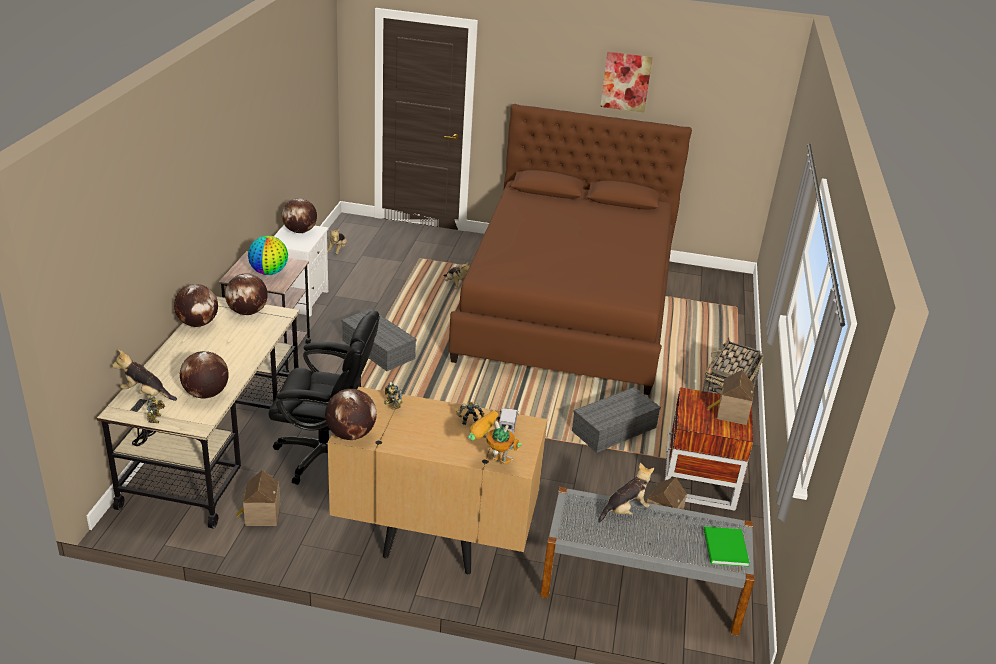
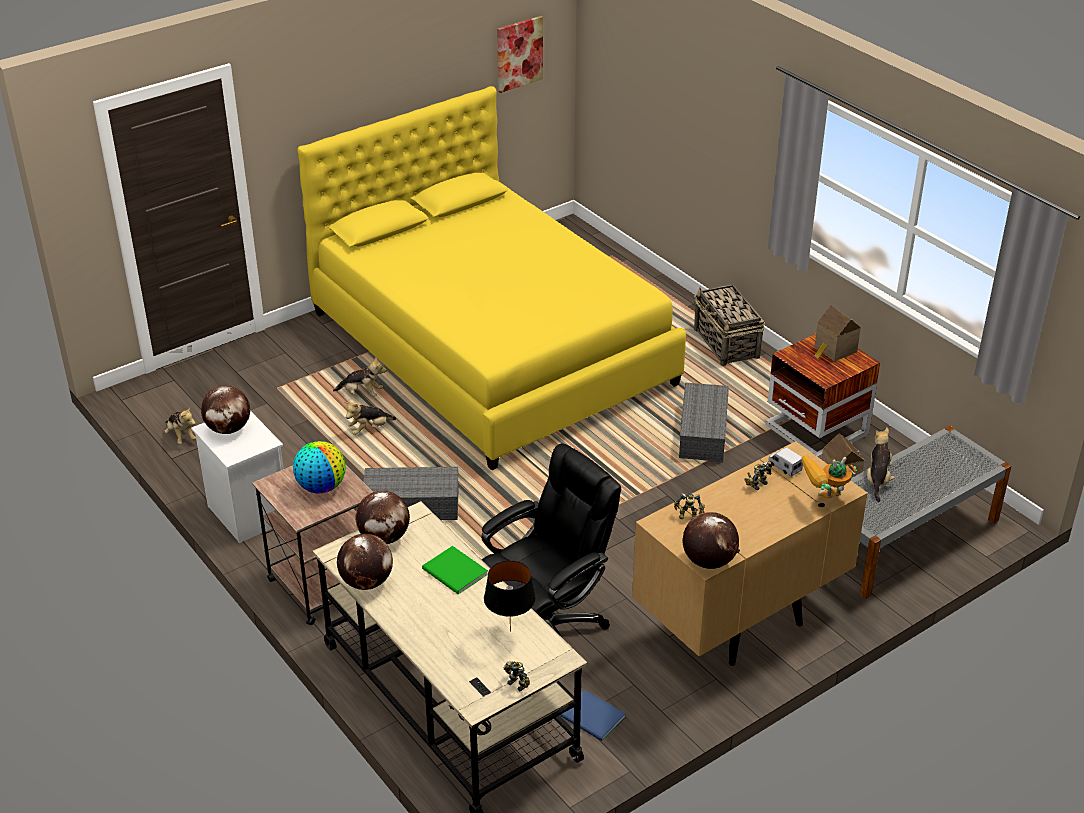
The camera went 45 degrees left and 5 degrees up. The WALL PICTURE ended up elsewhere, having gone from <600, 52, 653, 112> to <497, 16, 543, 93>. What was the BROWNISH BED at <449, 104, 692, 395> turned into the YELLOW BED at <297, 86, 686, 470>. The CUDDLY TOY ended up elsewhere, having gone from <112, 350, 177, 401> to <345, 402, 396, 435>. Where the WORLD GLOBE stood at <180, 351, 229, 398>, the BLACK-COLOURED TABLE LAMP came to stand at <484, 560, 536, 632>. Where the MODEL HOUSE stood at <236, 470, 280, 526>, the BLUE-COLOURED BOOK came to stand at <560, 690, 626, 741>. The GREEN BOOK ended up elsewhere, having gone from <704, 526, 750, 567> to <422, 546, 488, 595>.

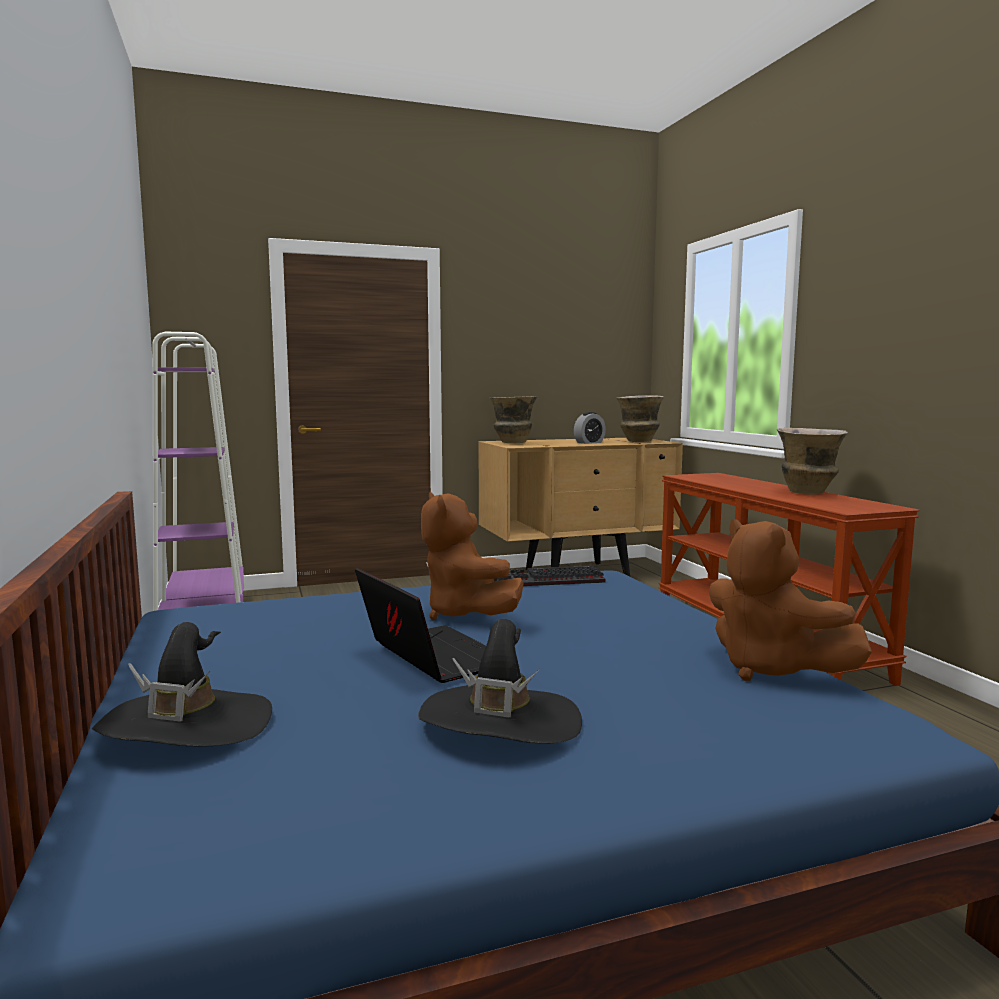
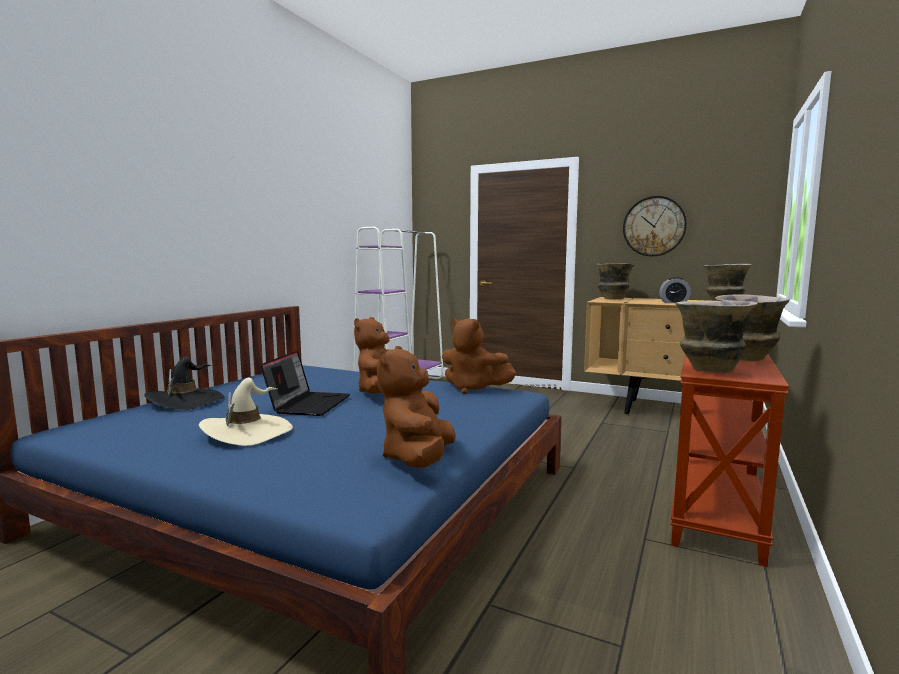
The camera went 45 degrees right and 0 degrees up. Where the PC KEYBOARD stood at <494, 566, 606, 586>, the BROWNISH CUDDLY TOY came to stand at <442, 318, 516, 394>. What was the BLACK-COLOURED WEARABLE HAT at <418, 619, 582, 744> turned into the SAND-COLOURED WEARABLE HAT at <199, 378, 293, 446>. The second view gained the WALL CLOCK at <623, 196, 687, 256>. The second view gained the VASE at <675, 300, 758, 373>.

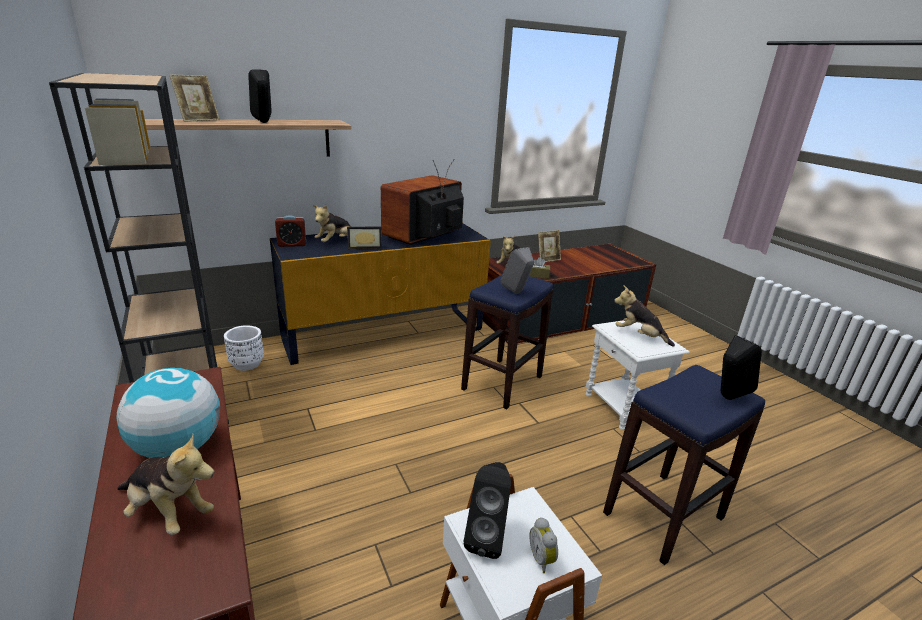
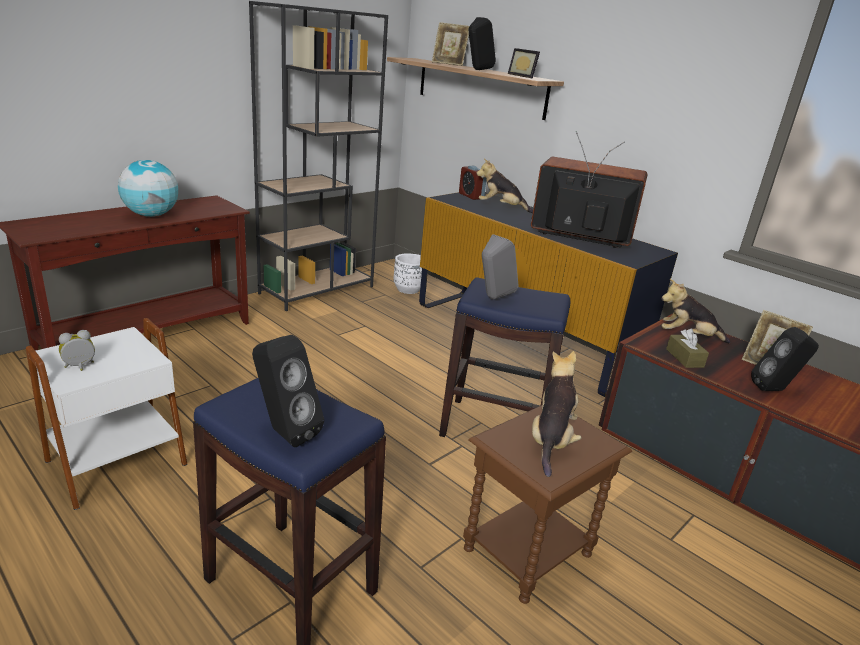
The camera went 70 degrees right and 0 degrees up. The STANDING FRAME ended up elsewhere, having gone from <347, 226, 382, 249> to <508, 48, 540, 79>. What was the WHITE-COLOURED SIDE TABLE at <586, 320, 690, 430> turned into the BROWNISH SIDE TABLE at <463, 405, 632, 604>. The second view lost the CUDDLY TOY at <117, 434, 215, 535>. The BLACK-COLOURED LOUDSPEAKER ended up elsewhere, having gone from <464, 462, 511, 559> to <751, 327, 819, 391>.

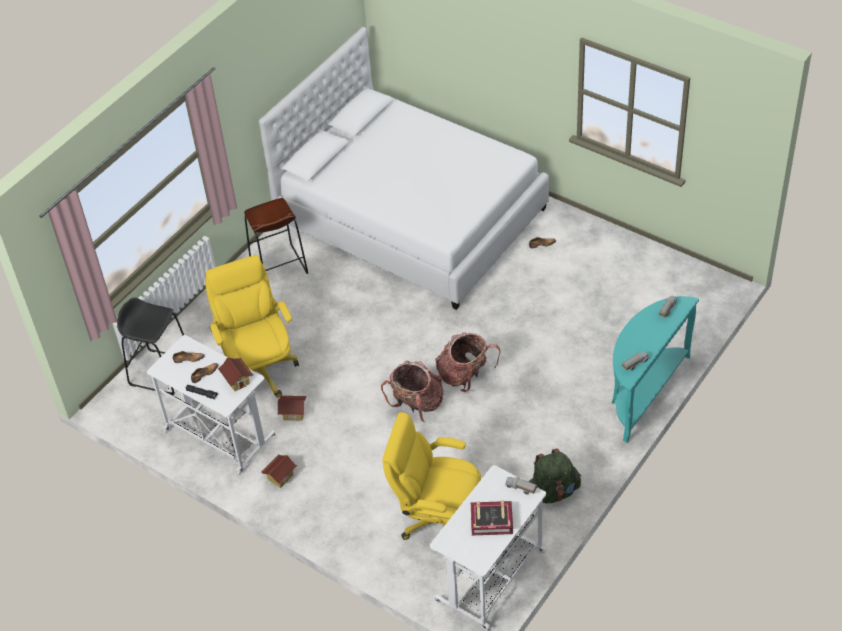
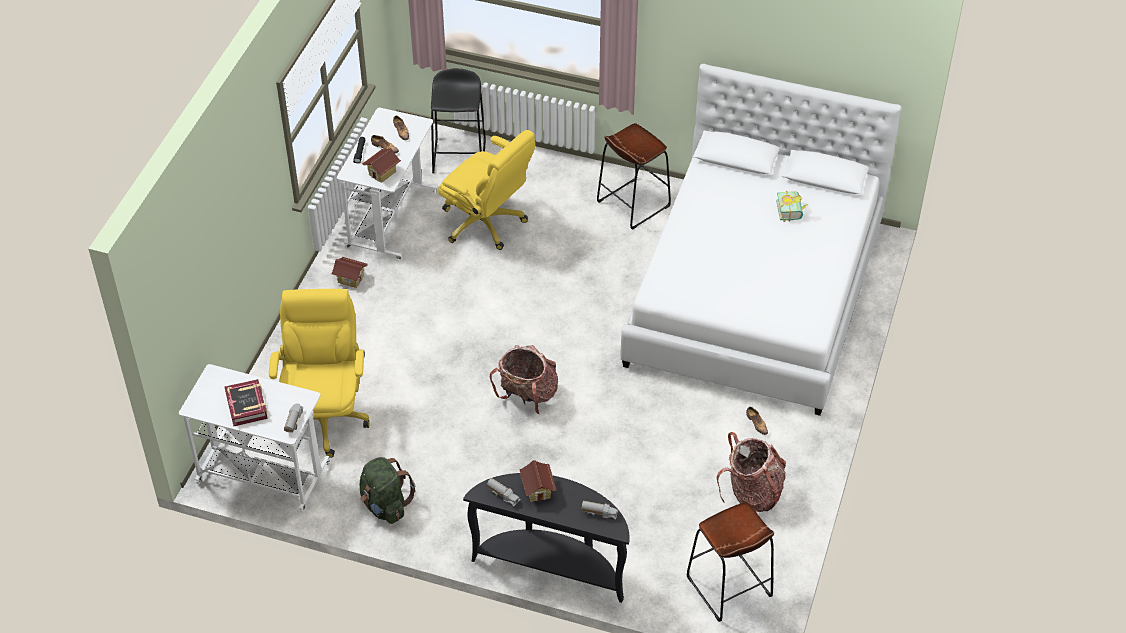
The camera went 70 degrees right and 0 degrees up. The YELLOW OFFICE CHAIR at <206, 255, 299, 398> ended up facing another way, 75 degrees clockwise from before. What was the TURQUOISE-COLOURED NARROW TABLE at <612, 296, 699, 443> turned into the BLACK-COLOURED NARROW TABLE at <463, 473, 630, 603>. The KNAPSACK ended up elsewhere, having gone from <381, 361, 443, 422> to <716, 432, 786, 512>. The MODEL HOUSE ended up elsewhere, having gone from <277, 396, 306, 420> to <519, 460, 556, 502>. The second view gained the BOOK at <776, 190, 808, 222>. The second view gained the BROWNISH SITTING STOOL at <686, 502, 774, 622>.

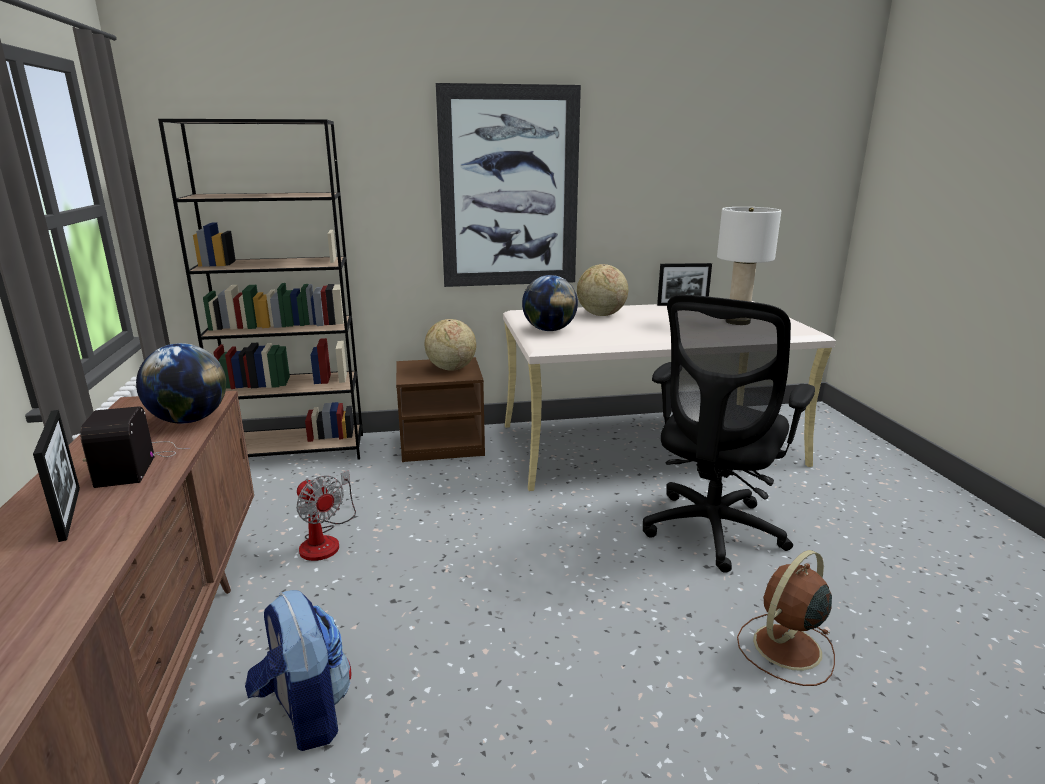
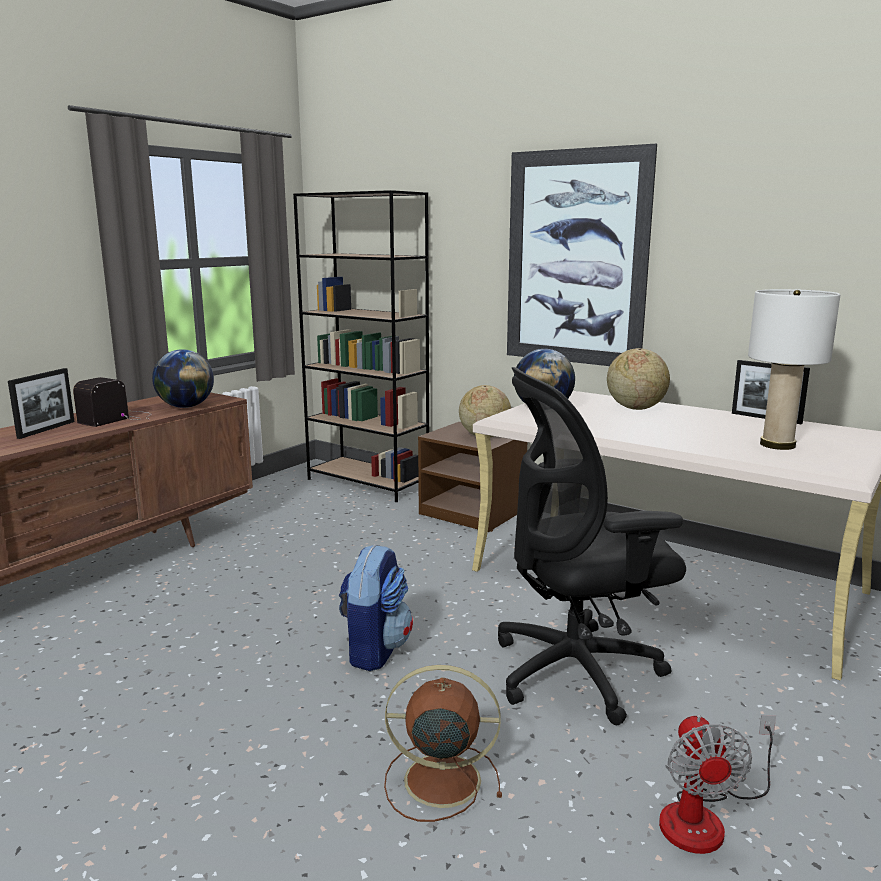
The camera went 45 degrees right and 5 degrees down. The COOLING FAN ended up elsewhere, having gone from <296, 470, 356, 561> to <659, 714, 776, 854>. The KNAPSACK ended up elsewhere, having gone from <245, 590, 351, 751> to <339, 544, 413, 671>.

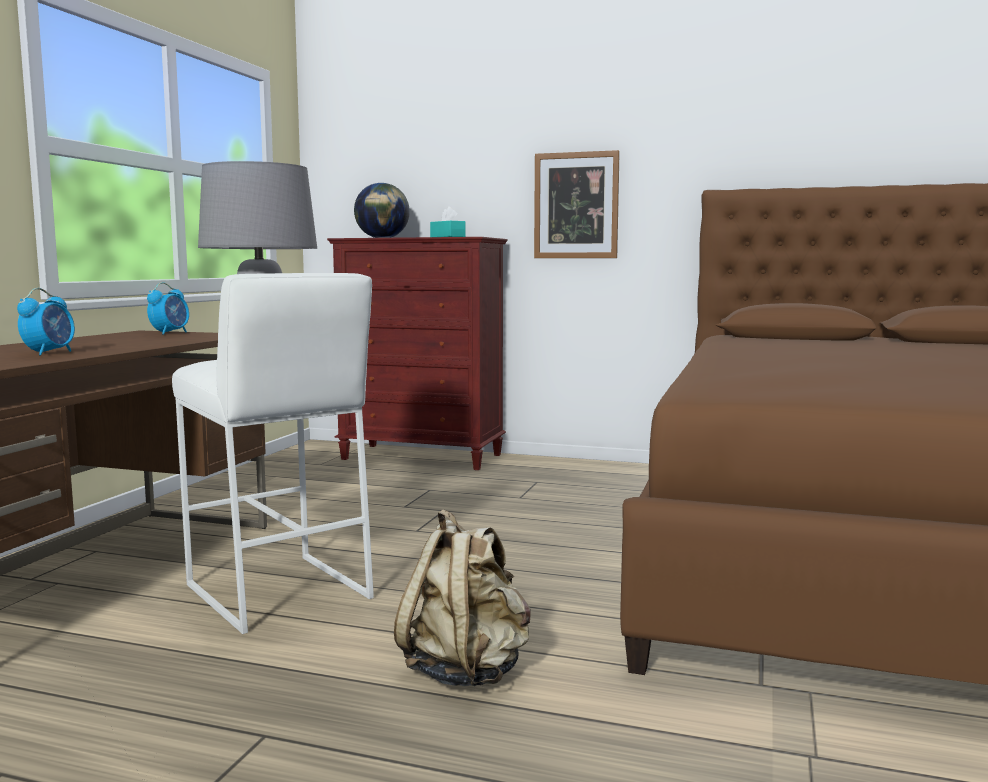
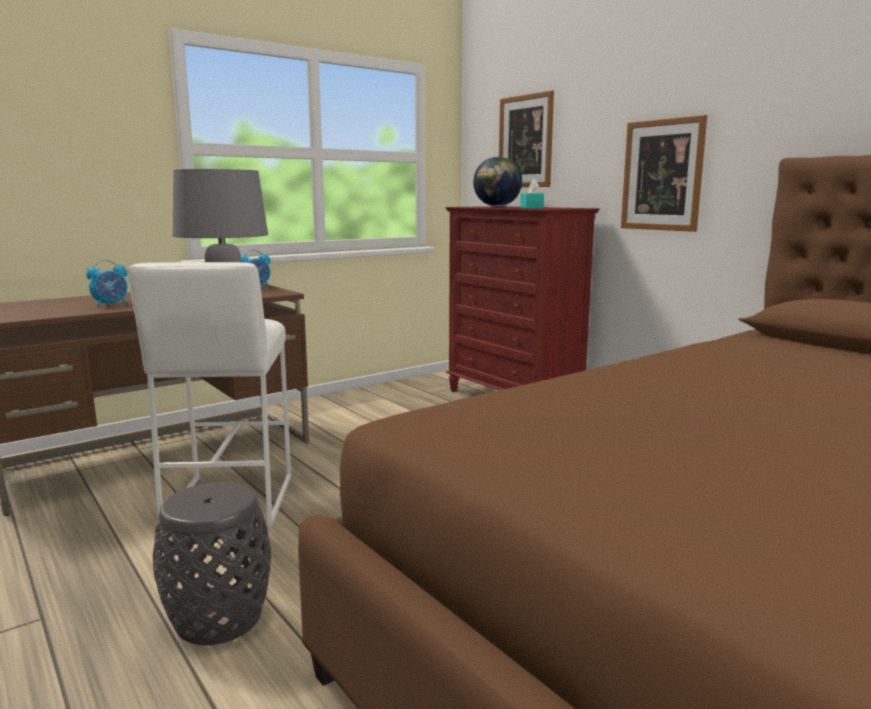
The camera went 35 degrees right and 5 degrees up. Where the SAND-COLOURED KNAPSACK stood at <394, 509, 531, 687>, the GREY SITTING STOOL came to stand at <153, 482, 271, 645>. The second view gained the WALL PICTURE at <499, 90, 554, 187>.

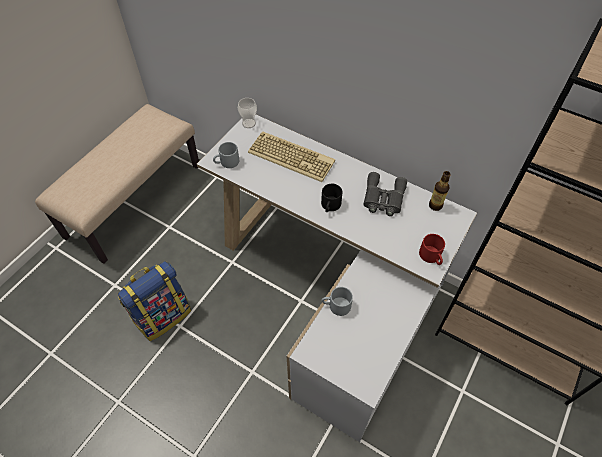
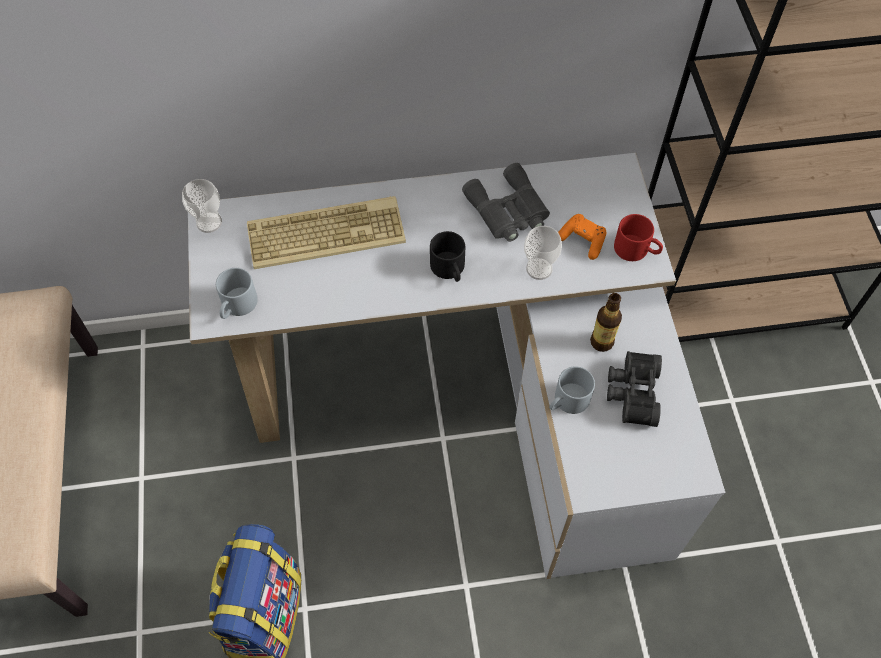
The camera went 40 degrees left and 5 degrees up. The BOTTLE ended up elsewhere, having gone from <429, 171, 451, 211> to <590, 293, 622, 352>. The second view gained the ORANGE JOYPAD at <558, 214, 606, 260>. The second view gained the DRINKING CUP at <524, 226, 562, 280>. The second view gained the BLACK-COLOURED BINOCULARS at <607, 351, 662, 427>.

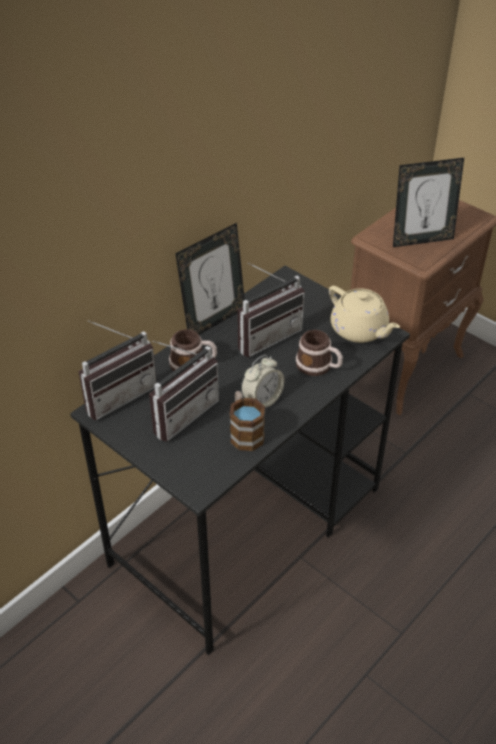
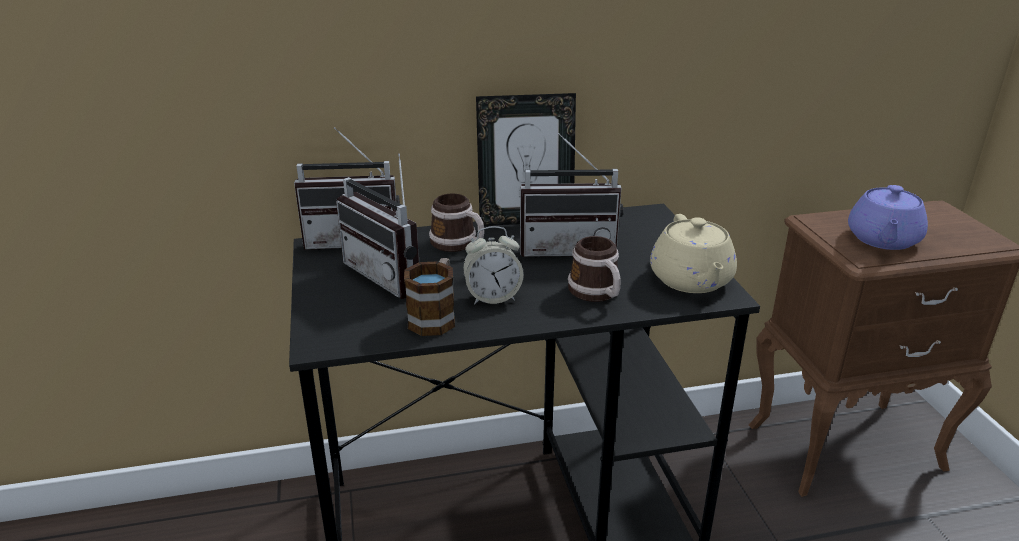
The camera went 35 degrees right and 15 degrees down. Where the STANDING FRAME stood at <393, 158, 464, 247>, the PURPLE-COLOURED TEA POT came to stand at <848, 185, 928, 250>. The RADIO at <149, 341, 219, 442> ended up facing another way, 60 degrees clockwise from before.

